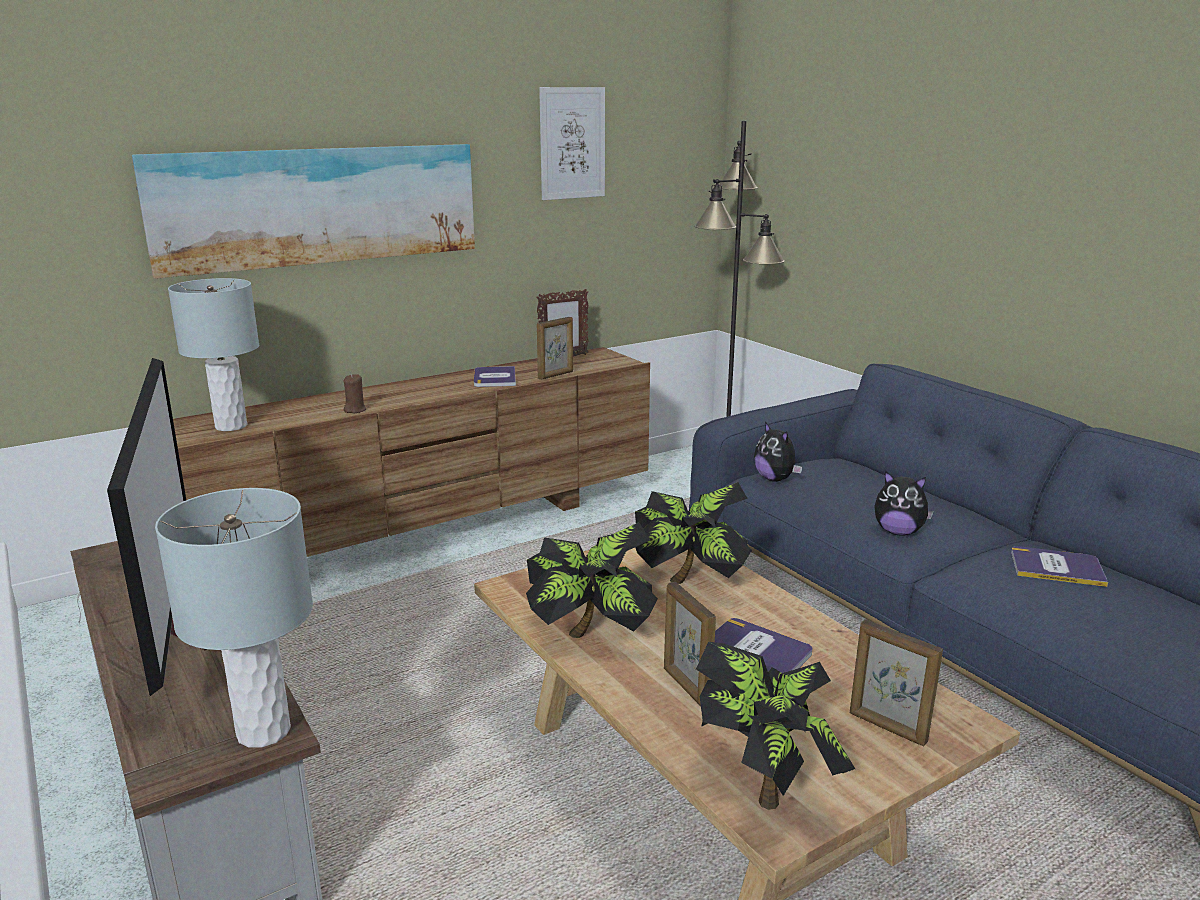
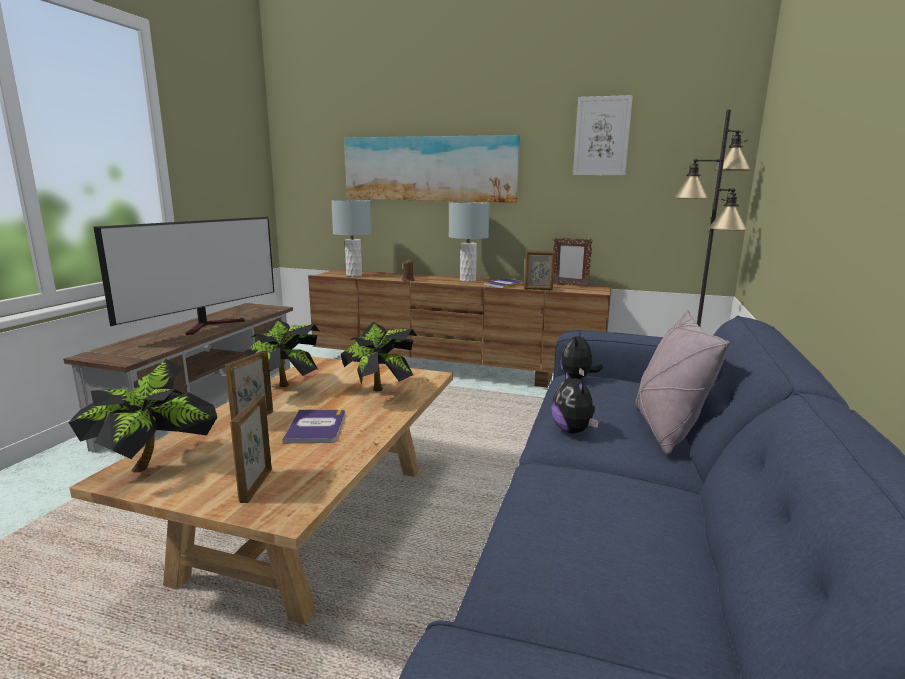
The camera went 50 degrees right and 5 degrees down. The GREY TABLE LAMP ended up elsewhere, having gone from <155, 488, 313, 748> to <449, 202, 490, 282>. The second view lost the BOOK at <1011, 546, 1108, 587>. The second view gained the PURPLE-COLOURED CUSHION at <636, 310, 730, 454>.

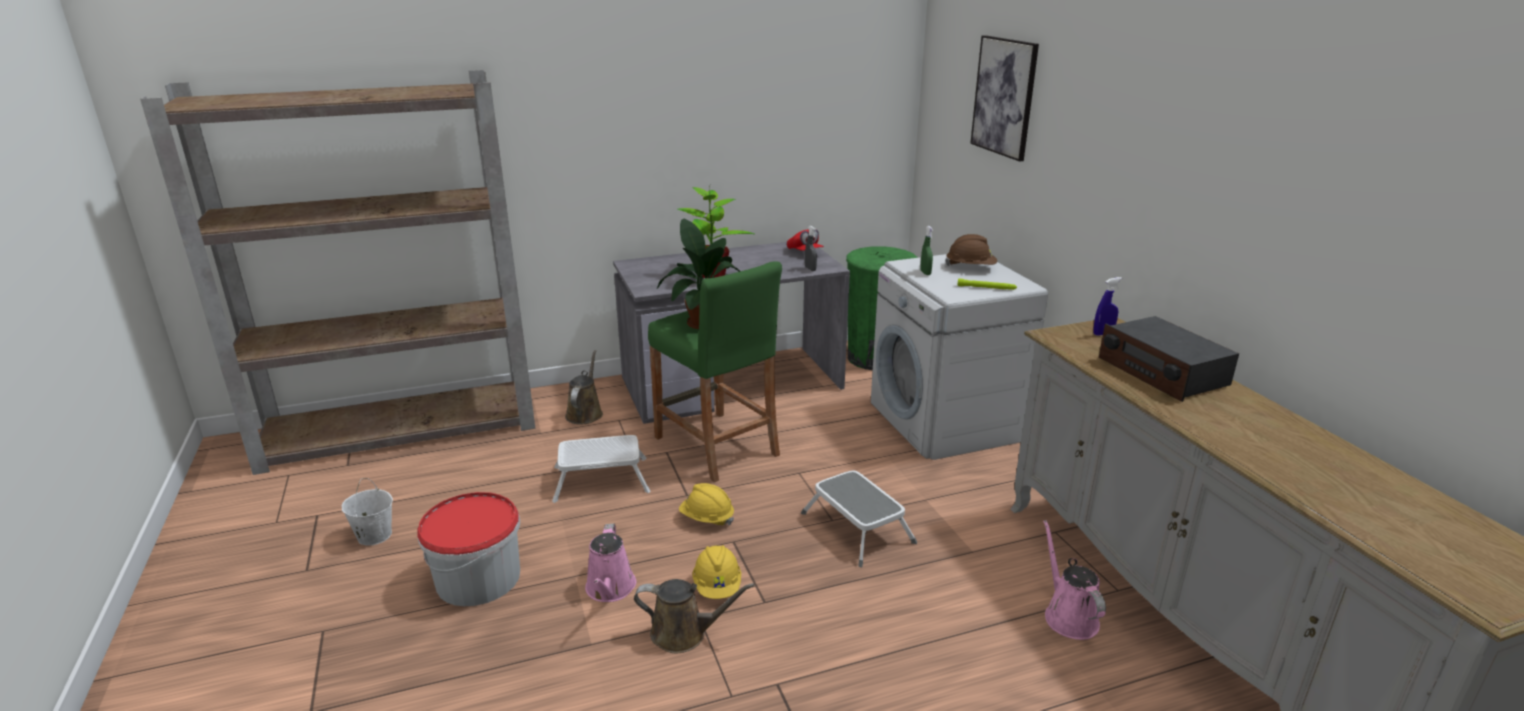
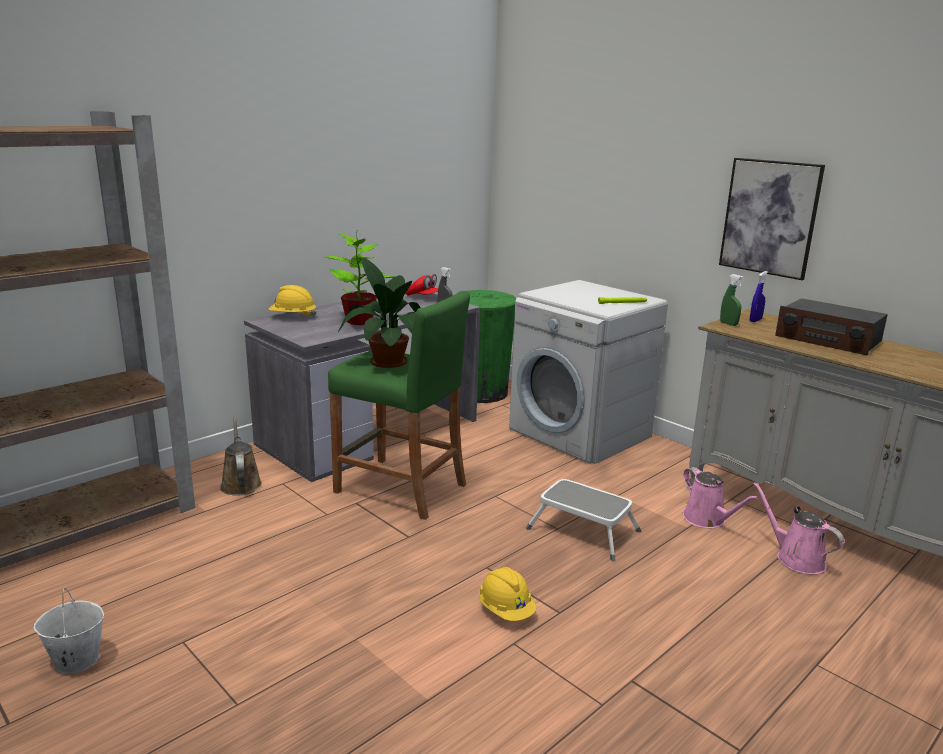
The camera went 25 degrees left and 5 degrees down. The WALL PICTURE ended up elsewhere, having gone from <970, 35, 1039, 162> to <719, 158, 825, 280>. The GREEN SPRAY BOTTLE ended up elsewhere, having gone from <920, 226, 933, 275> to <720, 274, 744, 326>. The second view lost the BROWNISH SAFETY HELMET at <945, 234, 997, 266>. The second view lost the WHITE-COLOURED STEP STOOL at <552, 435, 651, 503>. The YELLOW SAFETY HELMET ended up elsewhere, having gone from <679, 483, 734, 525> to <268, 285, 317, 318>. The second view lost the WATER BUCKET at <417, 492, 520, 606>. The PINK SPRINKLING CAN ended up elsewhere, having gone from <585, 523, 636, 602> to <682, 467, 758, 528>. The second view lost the BROWNISH SPRINKLING CAN at <634, 579, 755, 653>.

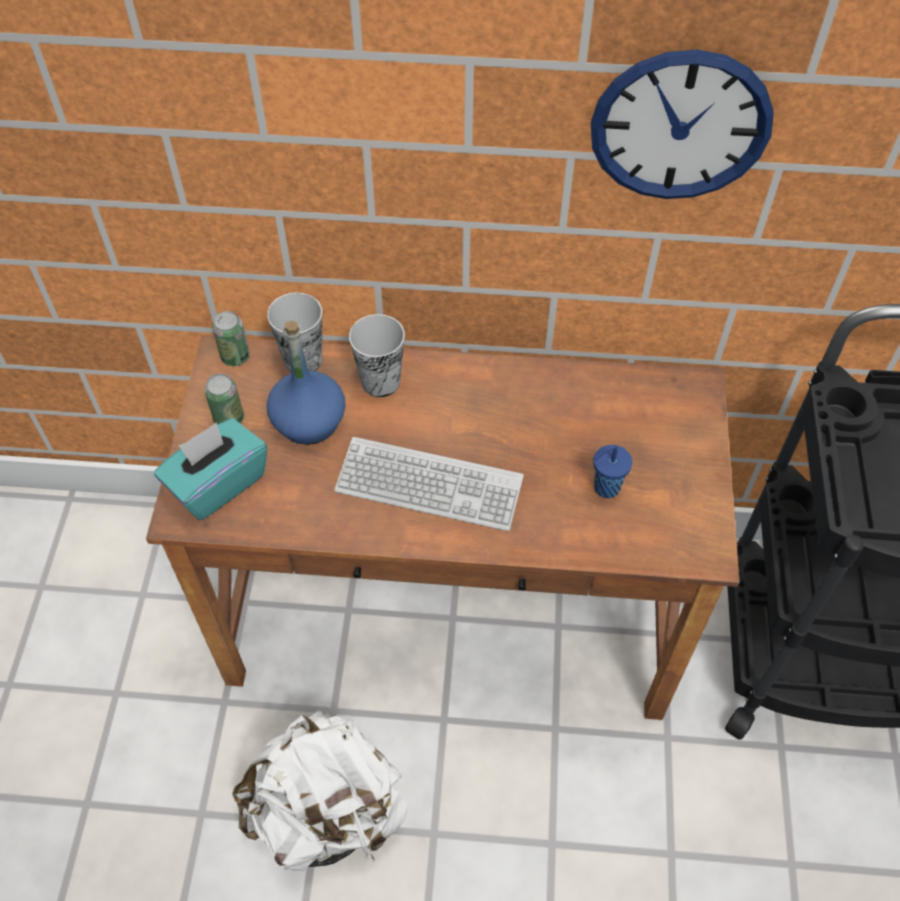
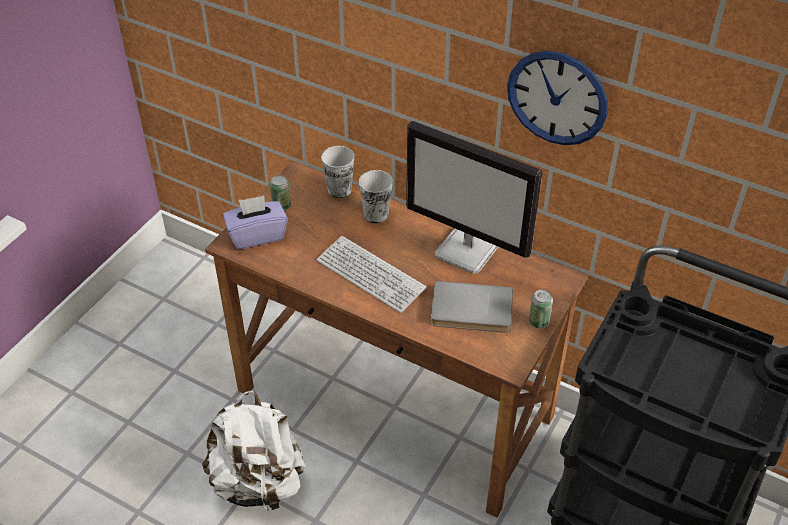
The camera went 25 degrees right and 10 degrees down. The METAL CAN ended up elsewhere, having gone from <212, 311, 250, 366> to <529, 290, 553, 328>. The second view lost the BLUE-COLOURED BOTTLE at <267, 321, 346, 445>. What was the TURQUOISE-COLOURED TISSUE BOX at <154, 418, 267, 520> turned into the PURPLE-COLOURED TISSUE BOX at <223, 196, 288, 249>. Where the BLUE-COLOURED DRINKING CUP stood at <593, 445, 632, 498>, the GREY BOOK came to stand at <431, 281, 513, 333>. The second view gained the COMPUTER SCREEN at <406, 121, 542, 274>.

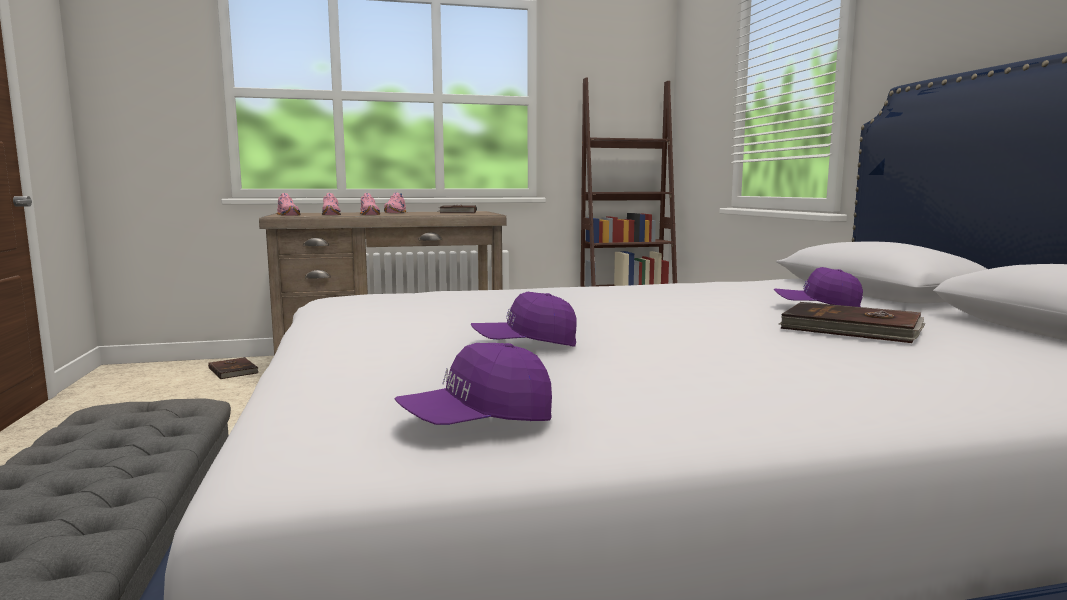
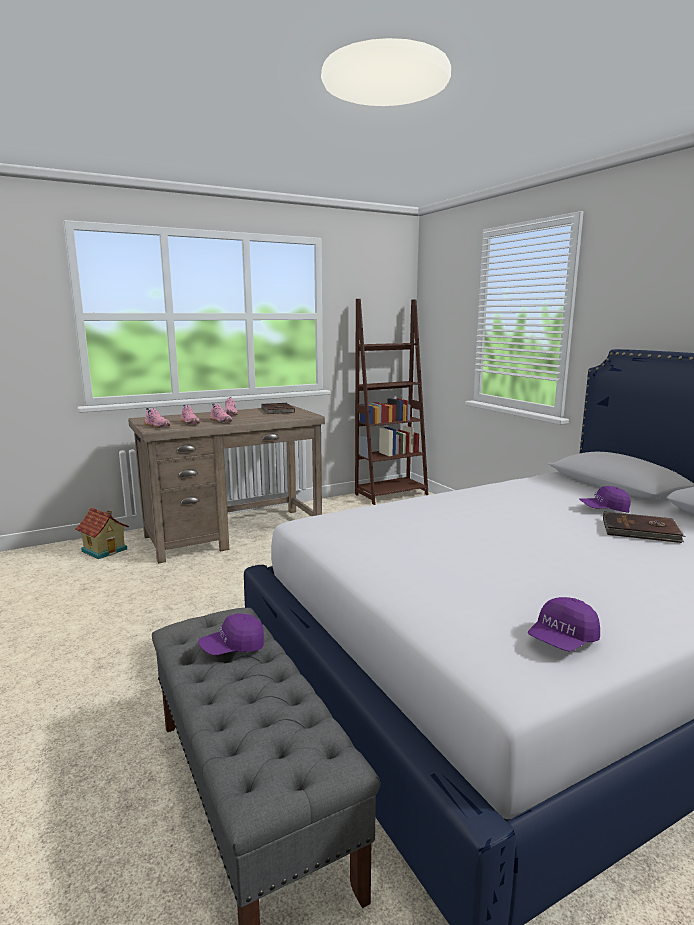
The camera went 15 degrees left and 5 degrees up. The PURPLE-COLOURED BASEBALL CAP ended up elsewhere, having gone from <471, 291, 577, 347> to <198, 614, 264, 655>. Where the BROWNISH BOOK stood at <208, 357, 259, 379>, the MODEL HOUSE came to stand at <75, 508, 129, 559>.

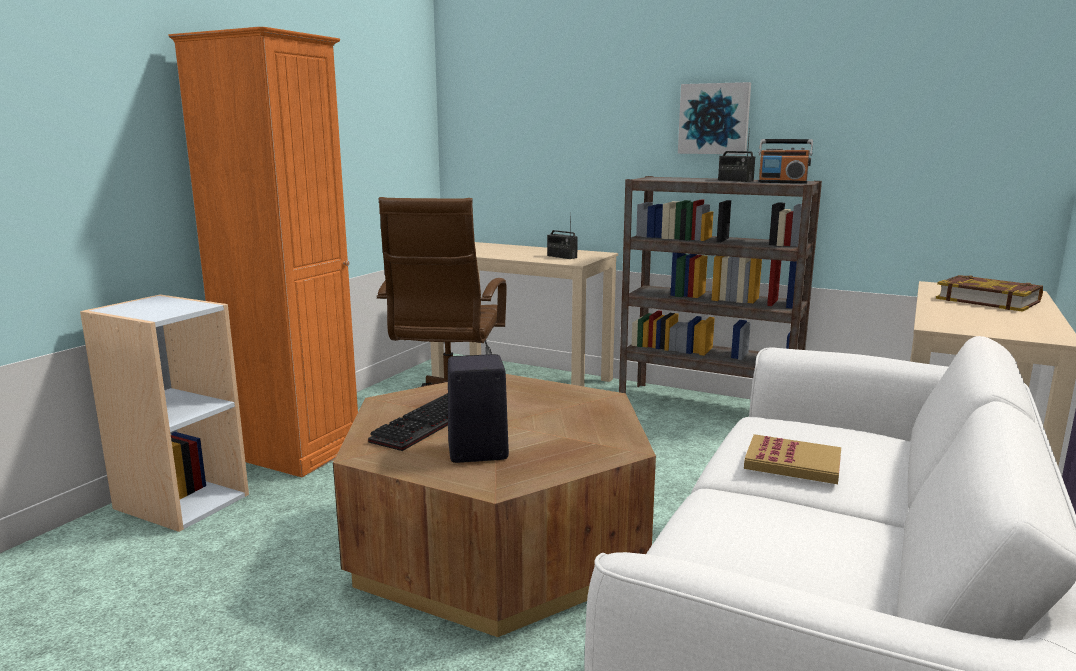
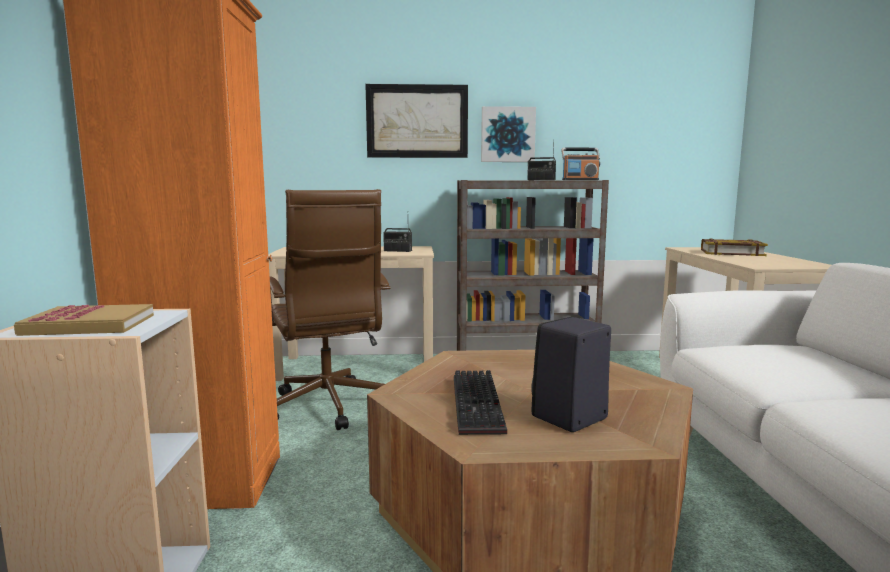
The camera went 30 degrees left and 5 degrees down. The BOOK ended up elsewhere, having gone from <744, 434, 841, 484> to <14, 304, 154, 336>. The second view gained the WALL PICTURE at <365, 84, 468, 158>.

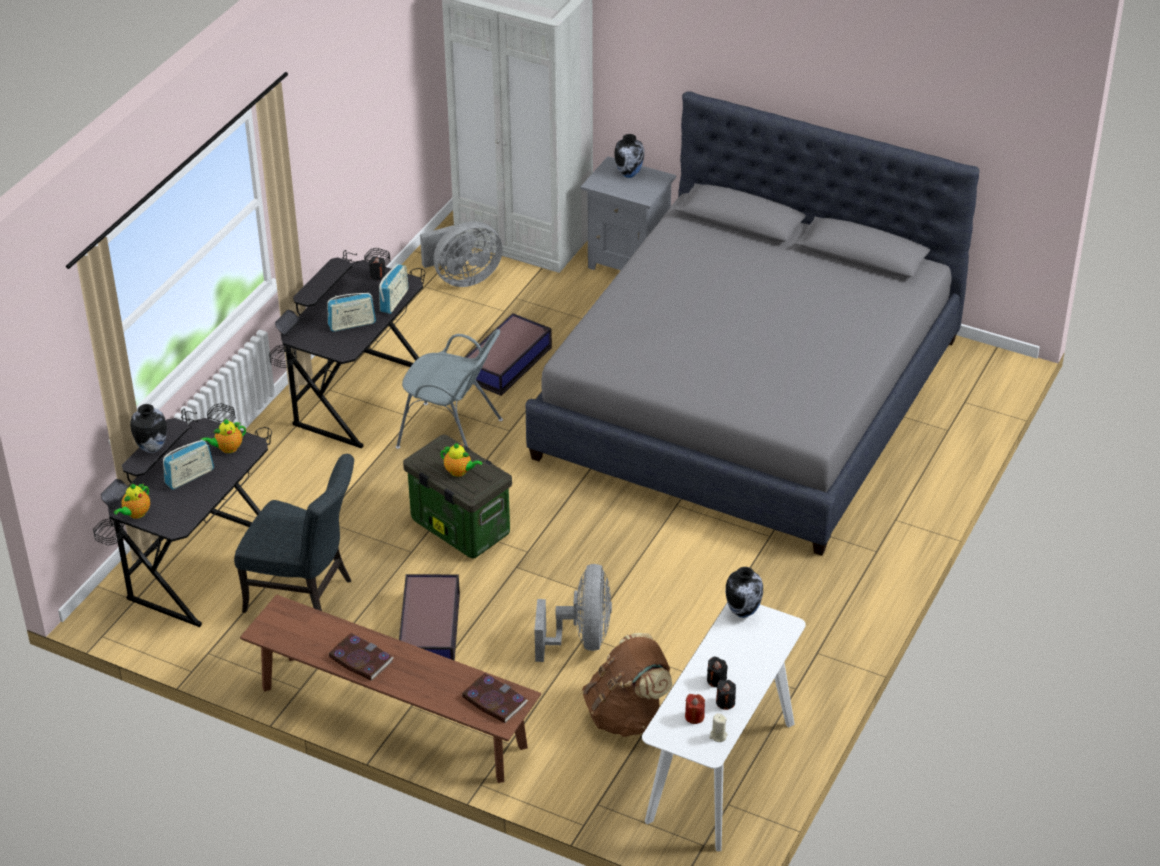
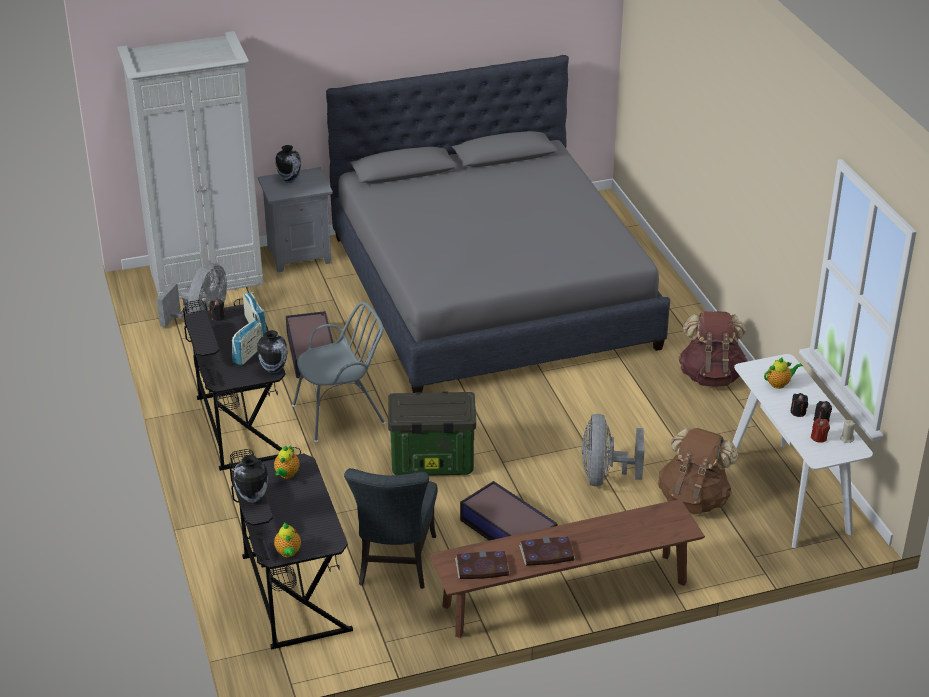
The camera went 45 degrees left and 5 degrees down. The second view lost the RADIO at <163, 440, 214, 490>. The TEA POT ended up elsewhere, having gone from <440, 443, 482, 477> to <764, 358, 803, 389>. The GREY CHAIR at <234, 454, 354, 613> ended up facing another way, 120 degrees clockwise from before. The GREY COOLING FAN at <534, 564, 612, 662> ended up facing another way, 135 degrees counterclockwise from before. The VASE ended up elsewhere, having gone from <725, 567, 763, 618> to <257, 330, 287, 374>. The BOOK ended up elsewhere, having gone from <462, 673, 528, 723> to <455, 551, 510, 579>. The second view gained the BROWNISH KNAPSACK at <679, 311, 748, 387>.

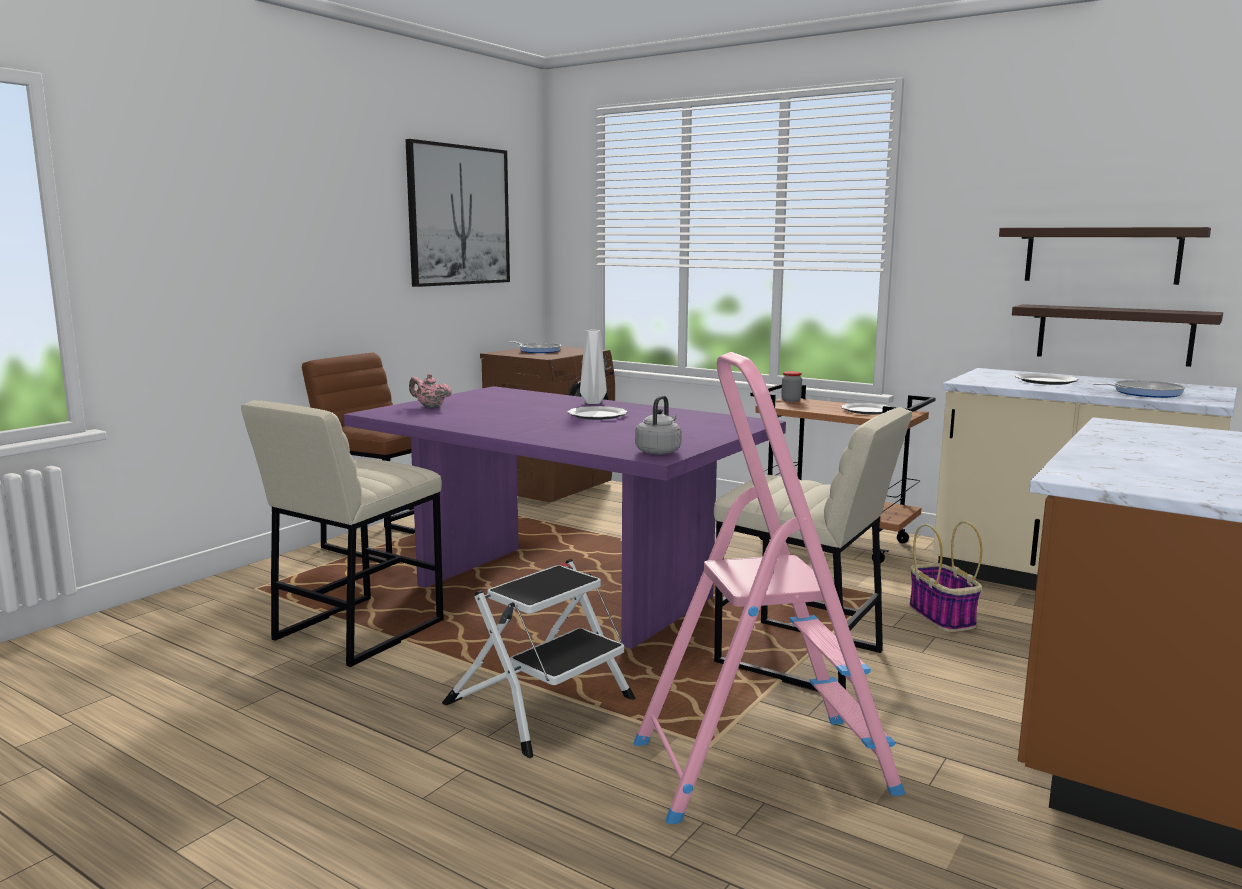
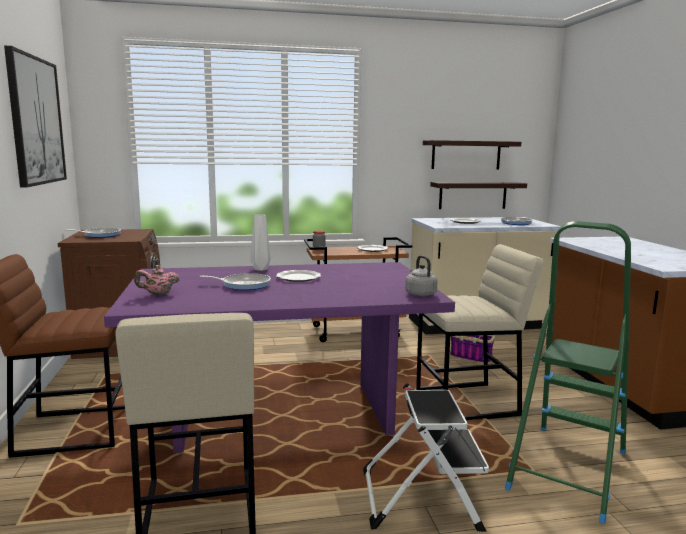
The camera went 45 degrees left and 0 degrees up. What was the PINK STEP STOOL at <634, 352, 905, 824> turned into the GREEN STEP STOOL at <505, 221, 631, 524>. The second view gained the FRYING PAN at <199, 273, 271, 290>.

